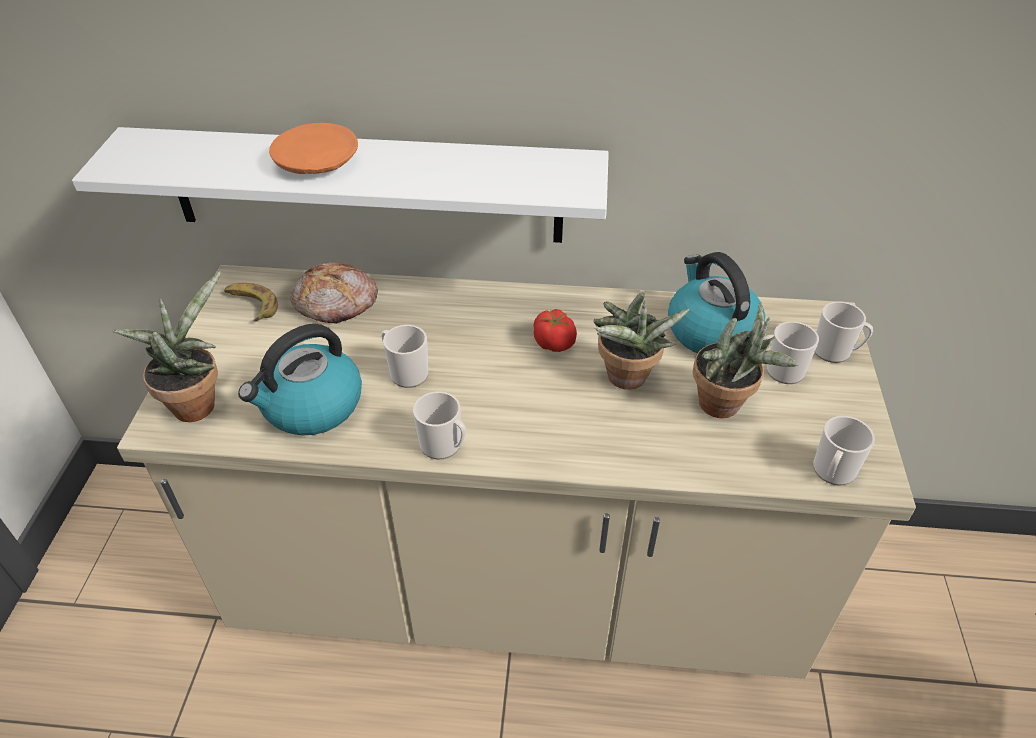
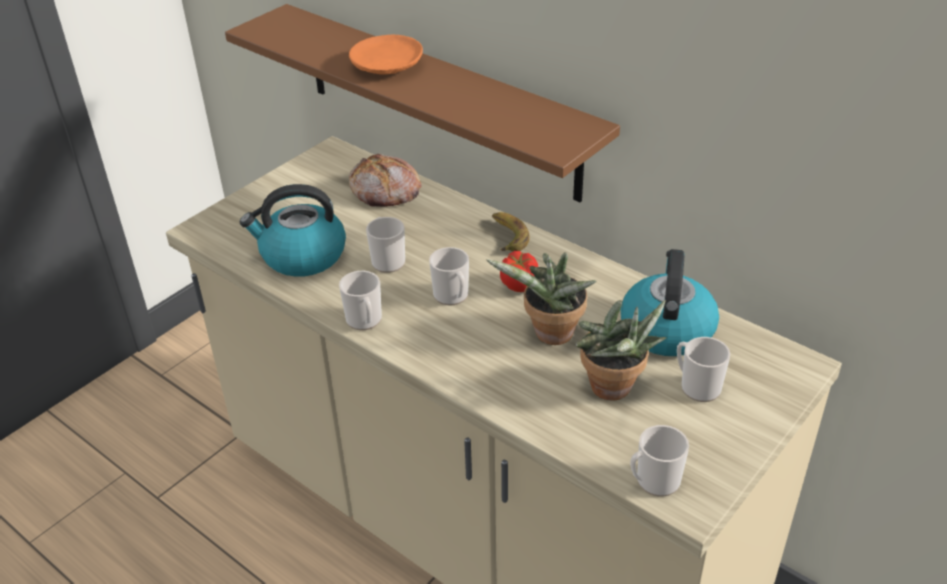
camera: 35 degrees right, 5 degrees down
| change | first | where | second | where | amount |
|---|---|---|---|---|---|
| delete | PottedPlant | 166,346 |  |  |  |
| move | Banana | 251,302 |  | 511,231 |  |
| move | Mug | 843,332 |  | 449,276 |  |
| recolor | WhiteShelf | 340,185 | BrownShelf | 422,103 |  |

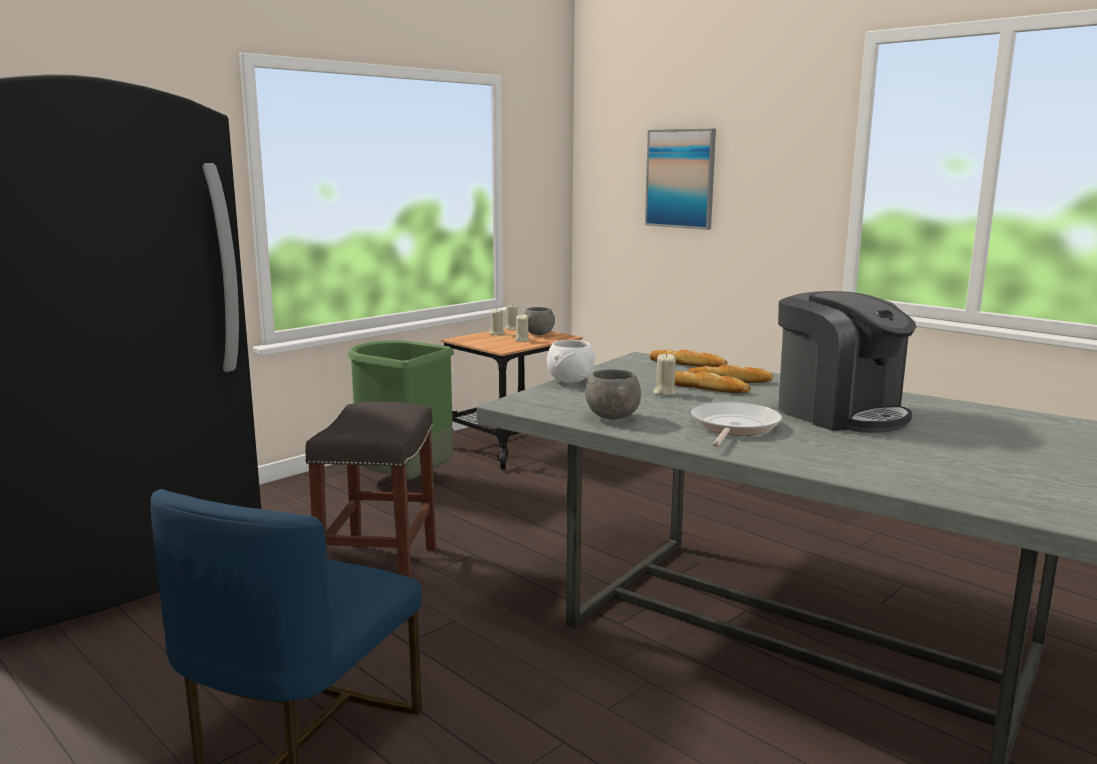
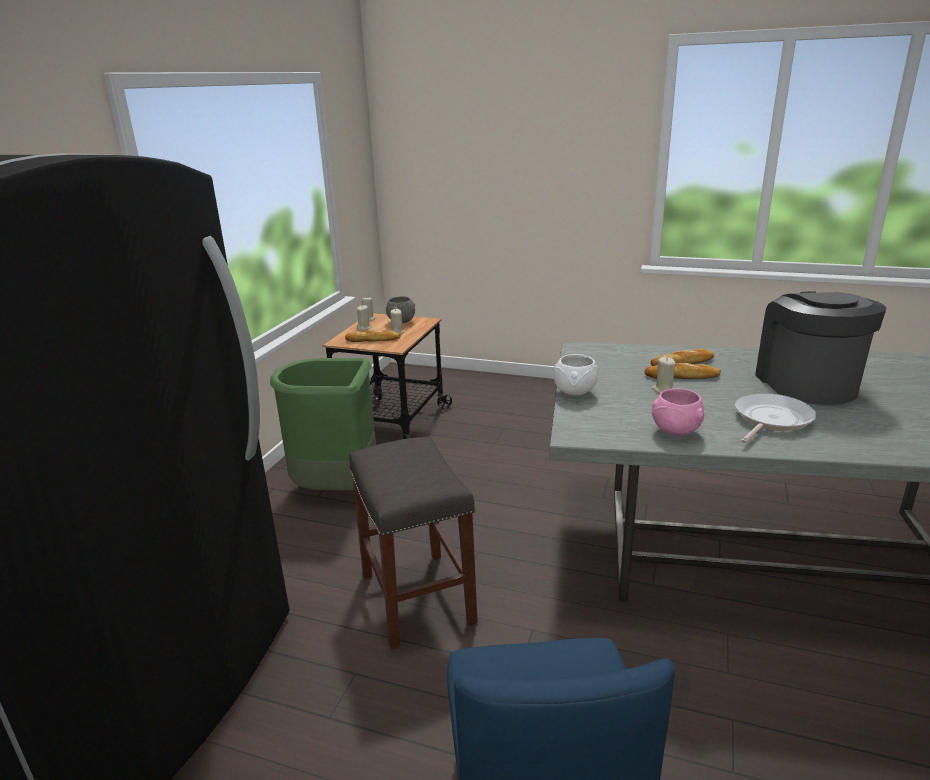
camera: 25 degrees left, 10 degrees up
| change | first | where | second | where | amount |
|---|---|---|---|---|---|
| delete | Picture | 680,179 |  |  |  |
| move | Bread | 689,358 |  | 373,336 |  |
| recolor | GreyBowl | 613,394 | PinkBowl | 677,412 |  |
| rotate | FryingPan | 736,424 |  | 775,418 | 45 degrees clockwise |
| rotate | CoffeeMachine | 847,362 |  | 821,348 | 120 degrees counterclockwise |

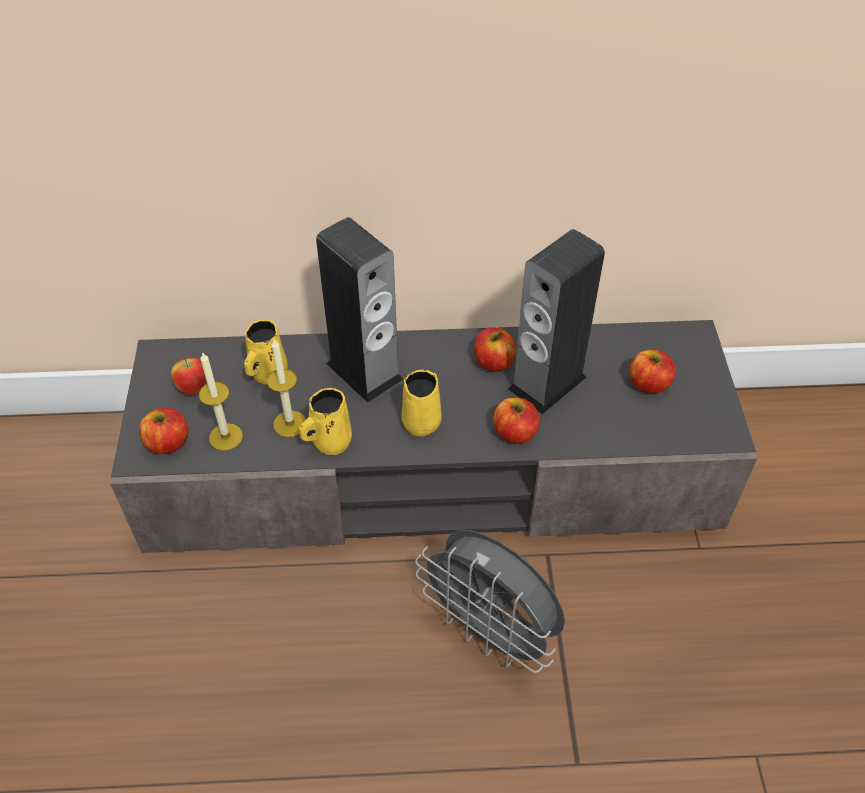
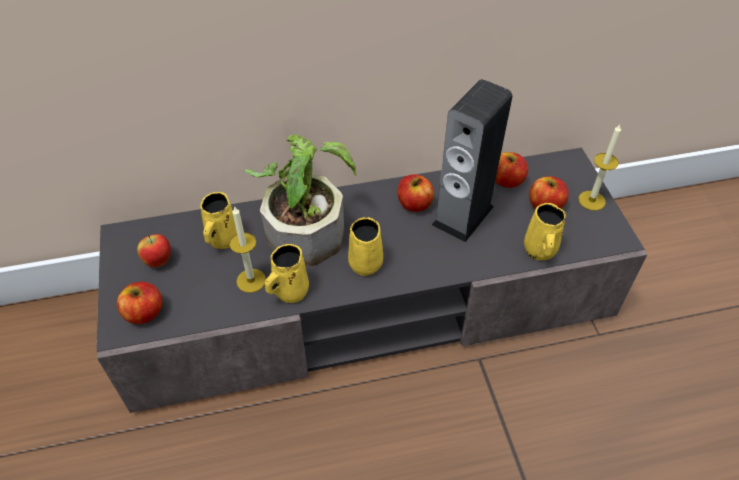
camera: 10 degrees left, 0 degrees up
| change | first | where | second | where | amount |
|---|---|---|---|---|---|
| delete | GreyFan | 490,601 |  |  |  |
| insert |  |  | YellowMug | 545,232 |  |
| move | Candle | 221,402 |  | 599,168 |  |
| move | Apple | 516,421 |  | 511,170 |  |
| replace | Speaker | 359,310 | PottedPlant | 300,200 |  |

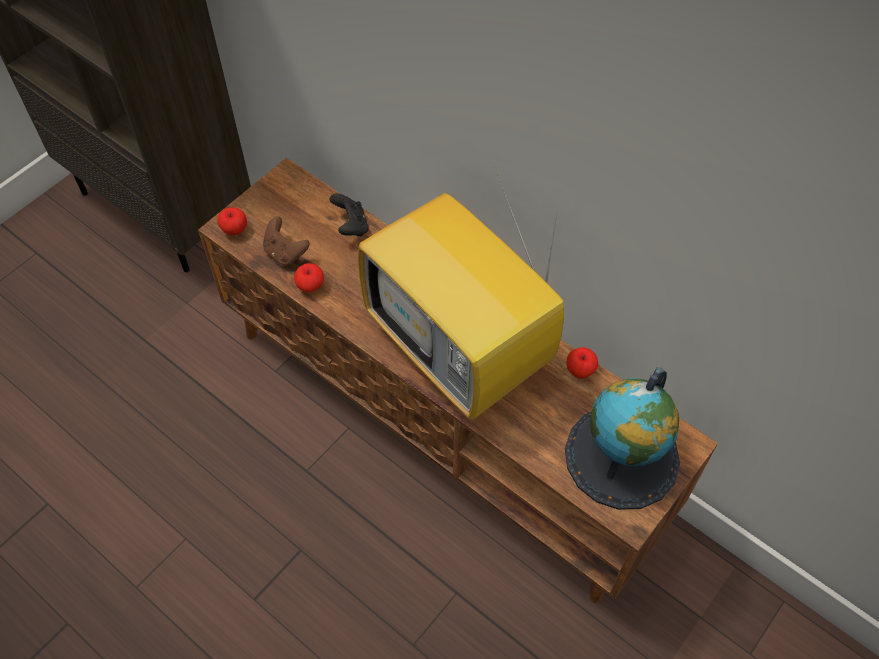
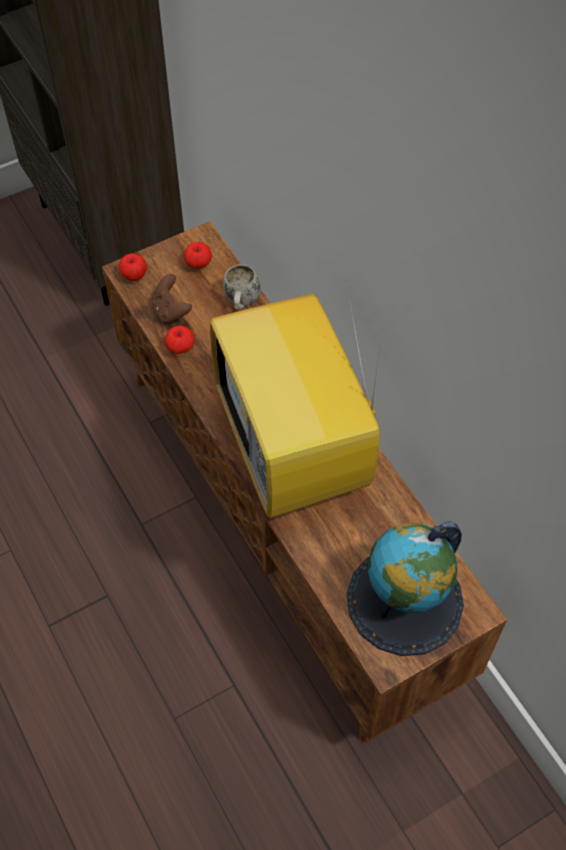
camera: 20 degrees right, 0 degrees up
| change | first | where | second | where | amount |
|---|---|---|---|---|---|
| move | Apple | 582,362 |  | 198,255 |  |
| replace | BlackGameController | 349,214 | WhiteMug | 242,287 |  |

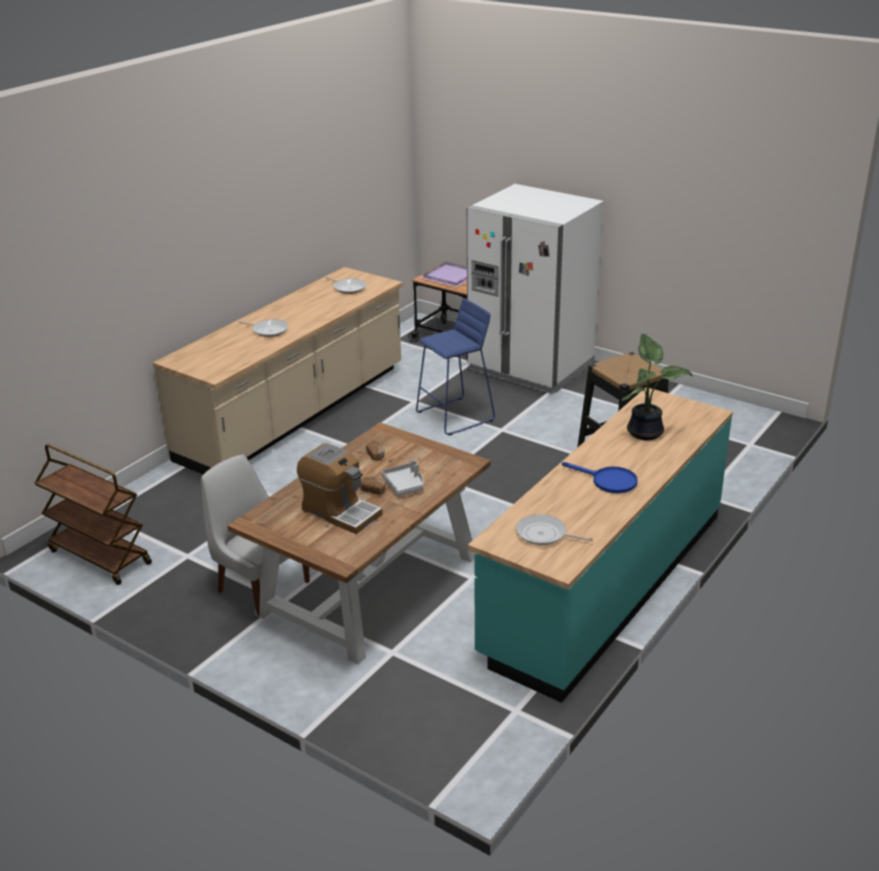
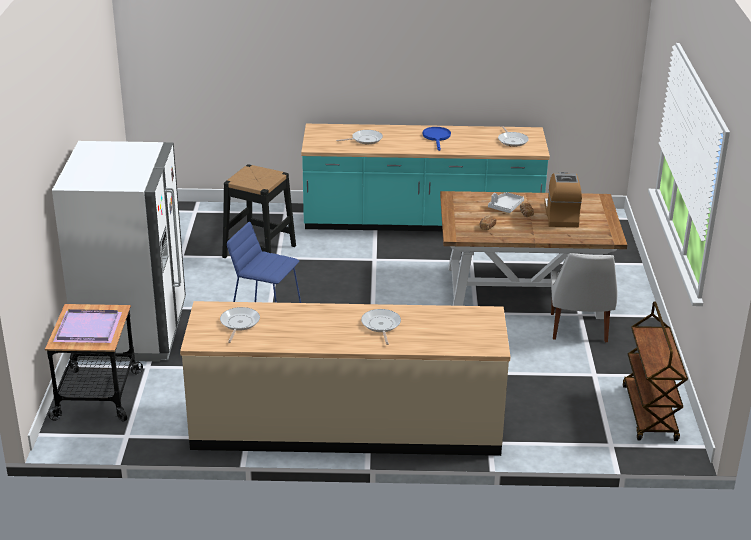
camera: 125 degrees left, 0 degrees up
| change | first | where | second | where | amount |
|---|---|---|---|---|---|
| replace | PottedPlant | 657,387 | FryingPan | 359,137 |  |

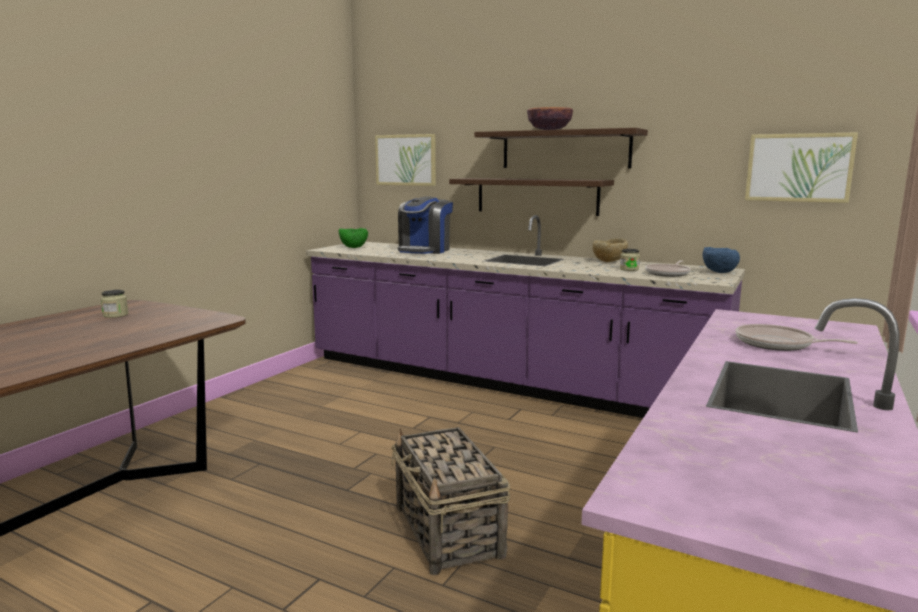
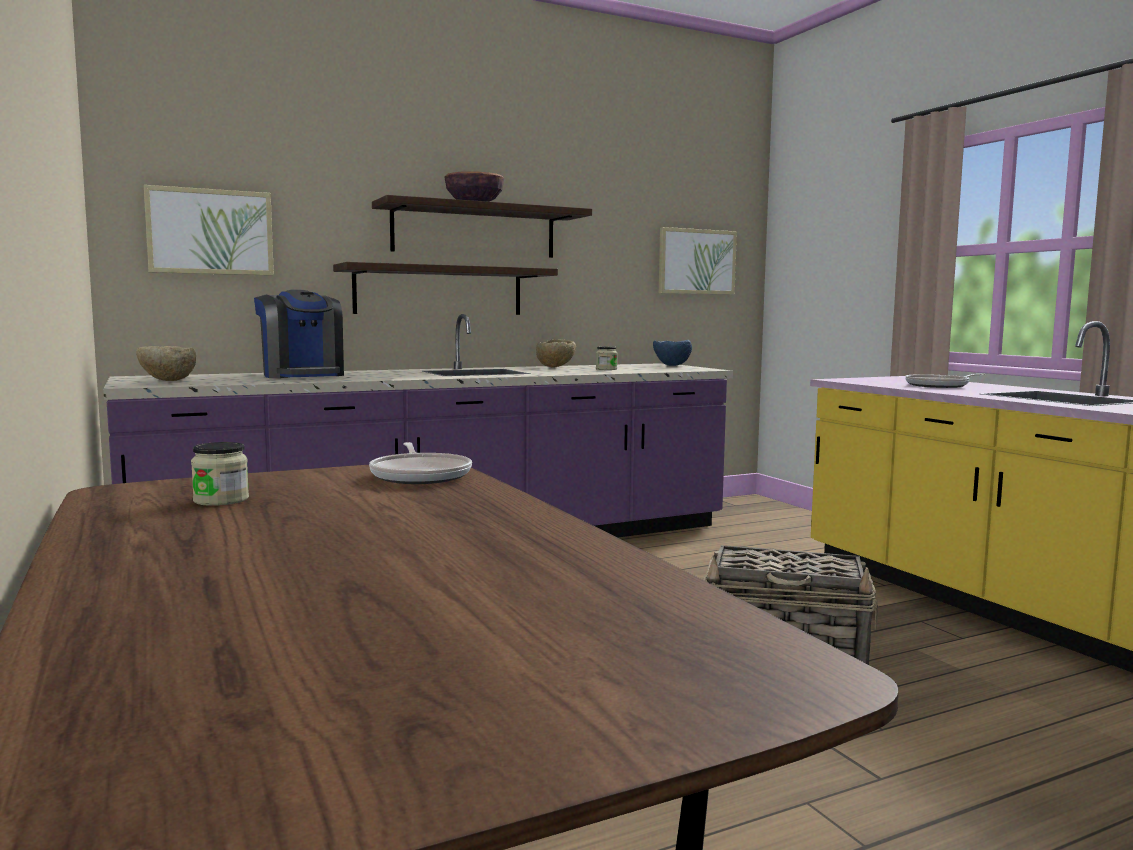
camera: 55 degrees left, 5 degrees down
| change | first | where | second | where | amount |
|---|---|---|---|---|---|
| move | FryingPan | 668,268 |  | 420,463 |  |
| recolor | GreenBowl | 353,238 | BeigeBowl | 166,363 |  |

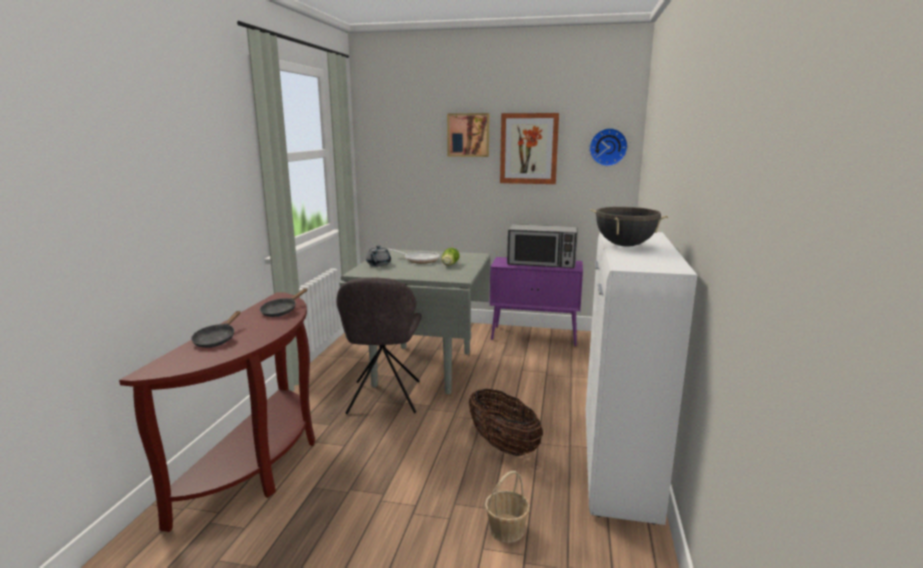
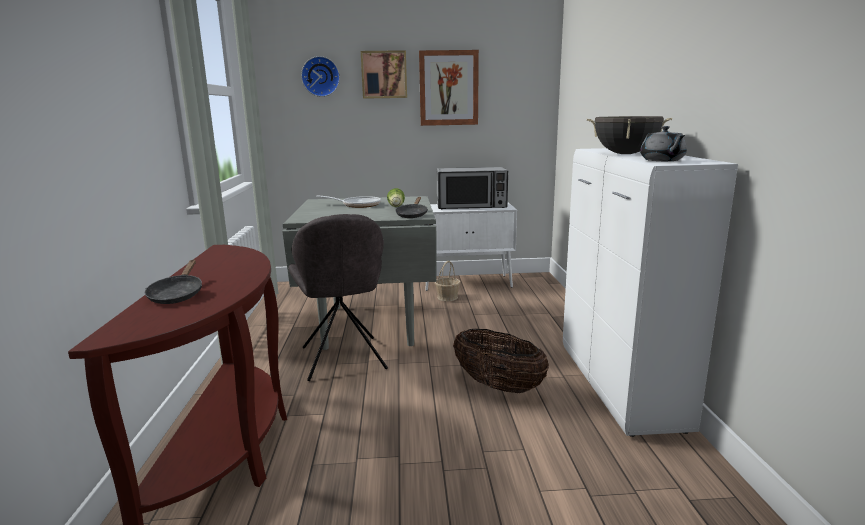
camera: 15 degrees left, 0 degrees up
| change | first | where | second | where | amount |
|---|---|---|---|---|---|
| move | BlackFryingPan | 283,302 |  | 412,207 |  |
| move | GreyTeapot | 378,256 |  | 663,143 |  |
| move | Basket | 507,507 |  | 447,281 |  |
| move | WallClock | 608,147 |  | 320,76 |  |
| recolor | PurpleCabinet | 536,302 | WhiteCabinet | 471,247 |  |

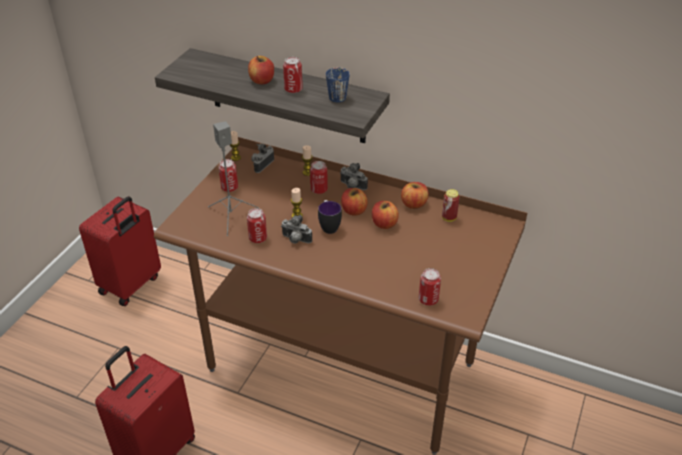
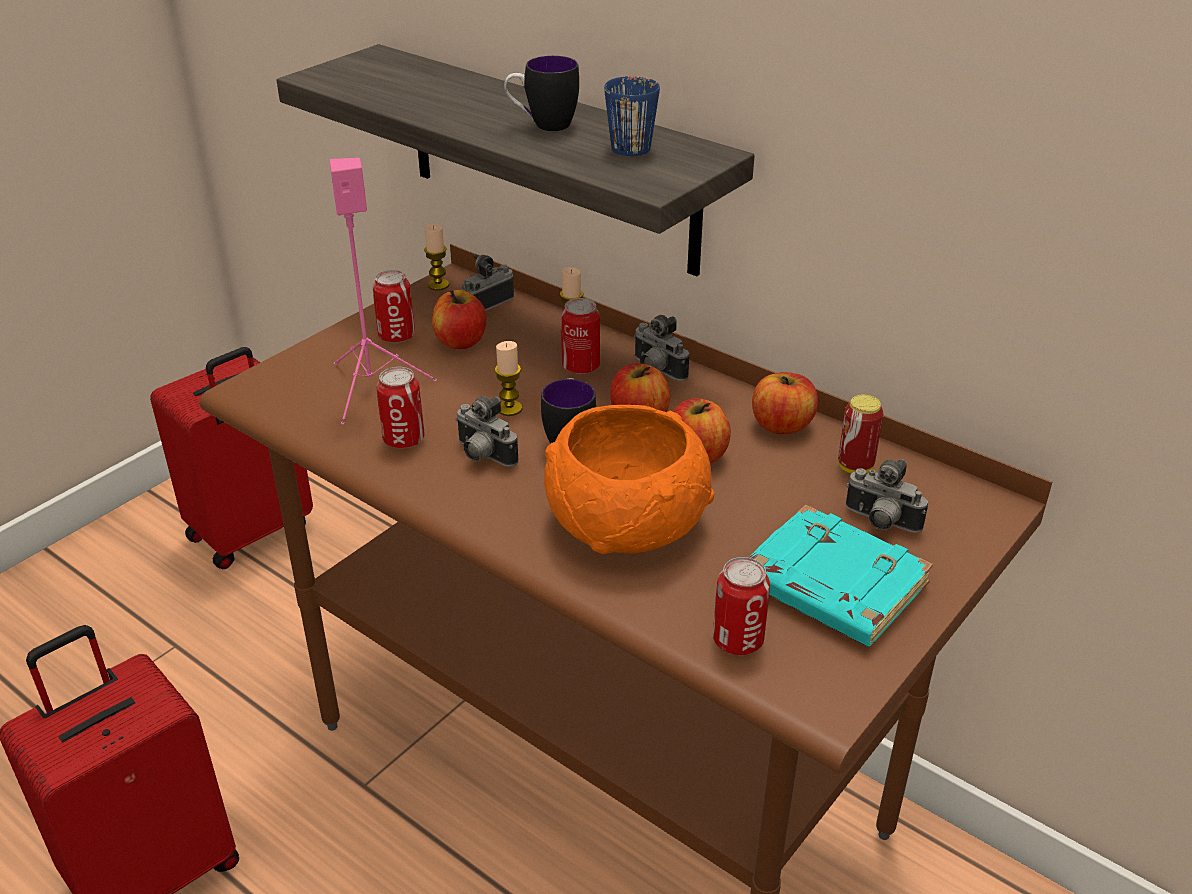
camera: 15 degrees right, 5 degrees down
| change | first | where | second | where | amount |
|---|---|---|---|---|---|
| insert |  |  | OrangeBowl | 629,479 |  |
| insert |  |  | TurquoiseBook | 840,576 |  |
| insert |  |  | PhotoCamera | 887,496 |  |
| move | Apple | 261,70 |  | 459,319 |  |
| replace | Can | 293,75 | Mug | 541,93 |  |
| recolor | GreySpeaker | 233,178 | PinkSpeaker | 383,291 |  |

